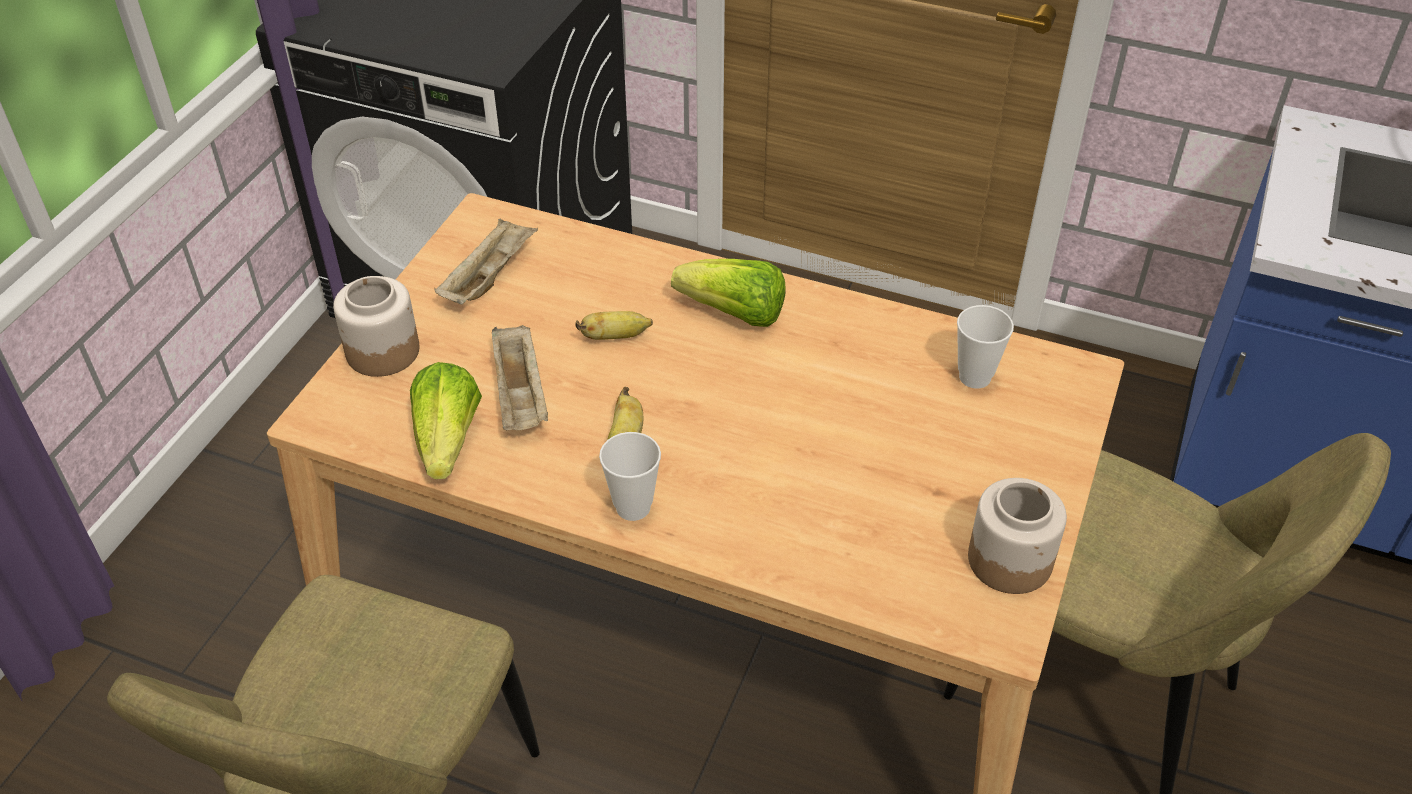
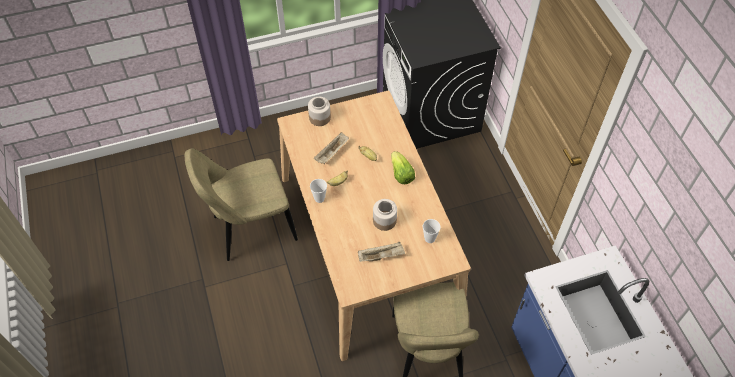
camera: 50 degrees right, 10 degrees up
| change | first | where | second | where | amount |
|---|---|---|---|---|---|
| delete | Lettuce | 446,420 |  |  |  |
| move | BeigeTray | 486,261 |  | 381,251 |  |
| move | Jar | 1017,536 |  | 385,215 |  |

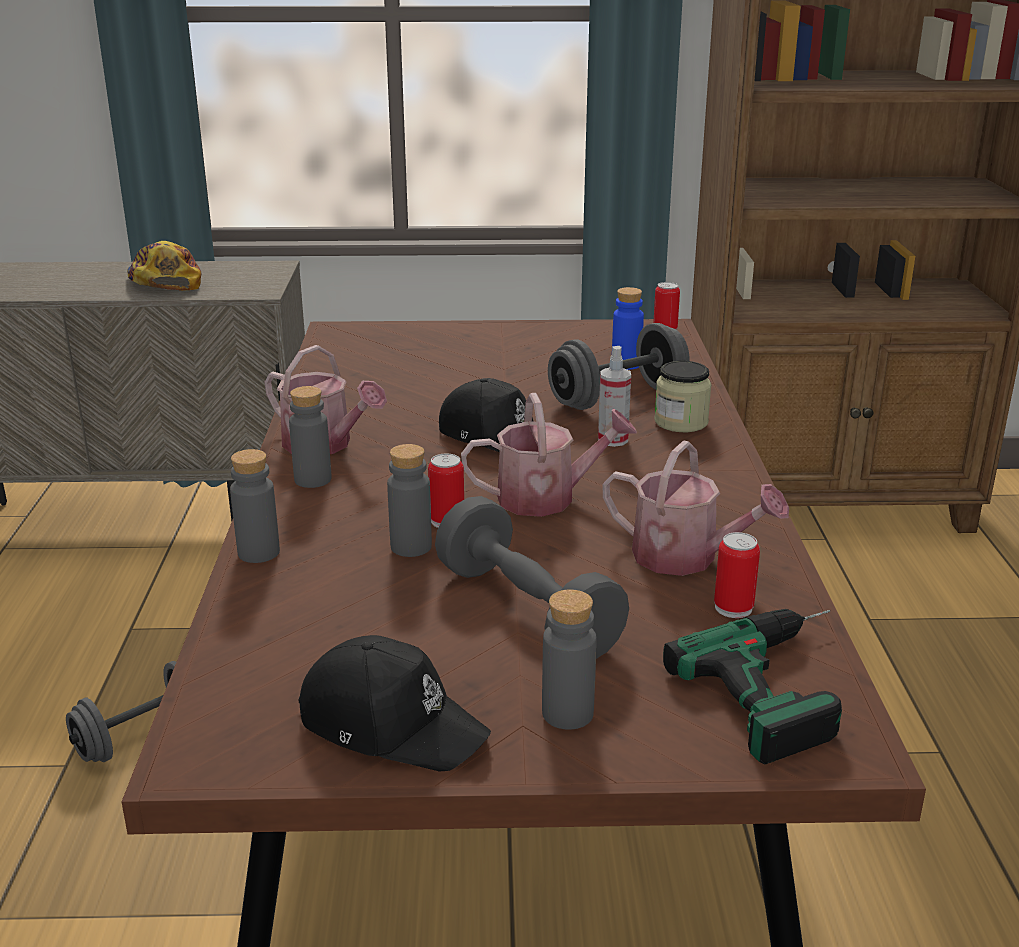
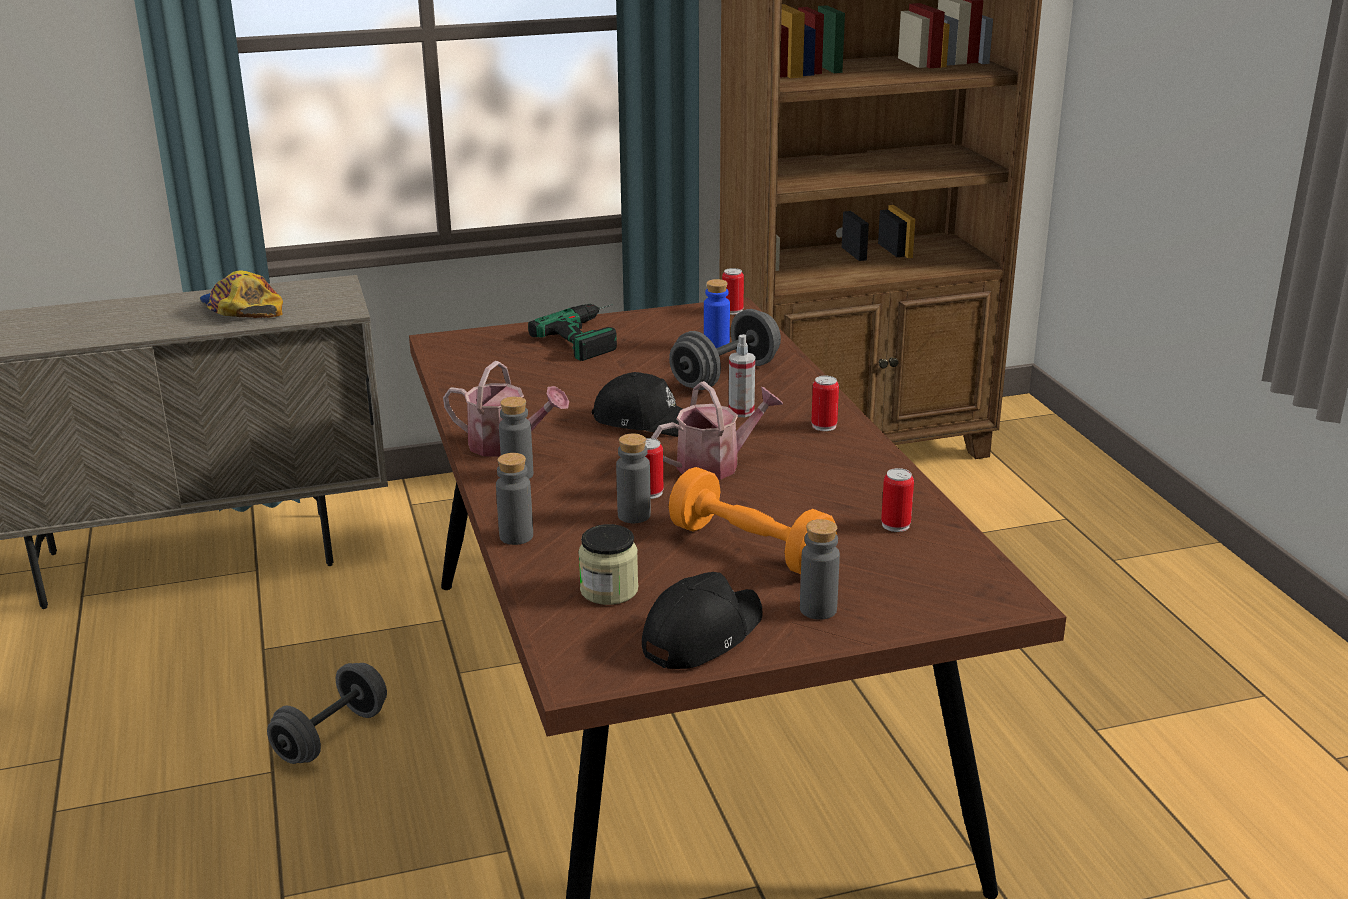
camera: 15 degrees left, 0 degrees up
| change | first | where | second | where | amount |
|---|---|---|---|---|---|
| delete | WateringCan | 695,508 |  |  |  |
| insert |  |  | Can | 825,403 |  |
| move | Jar | 683,396 |  | 608,564 |  |
| move | PowerDrill | 752,686 |  | 572,332 |  |
| recolor | GreyDumbbell | 532,577 | OrangeDumbbell | 753,520 |  |
| rotate | BlackCap | 395,703 |  | 702,620 | 60 degrees counterclockwise |

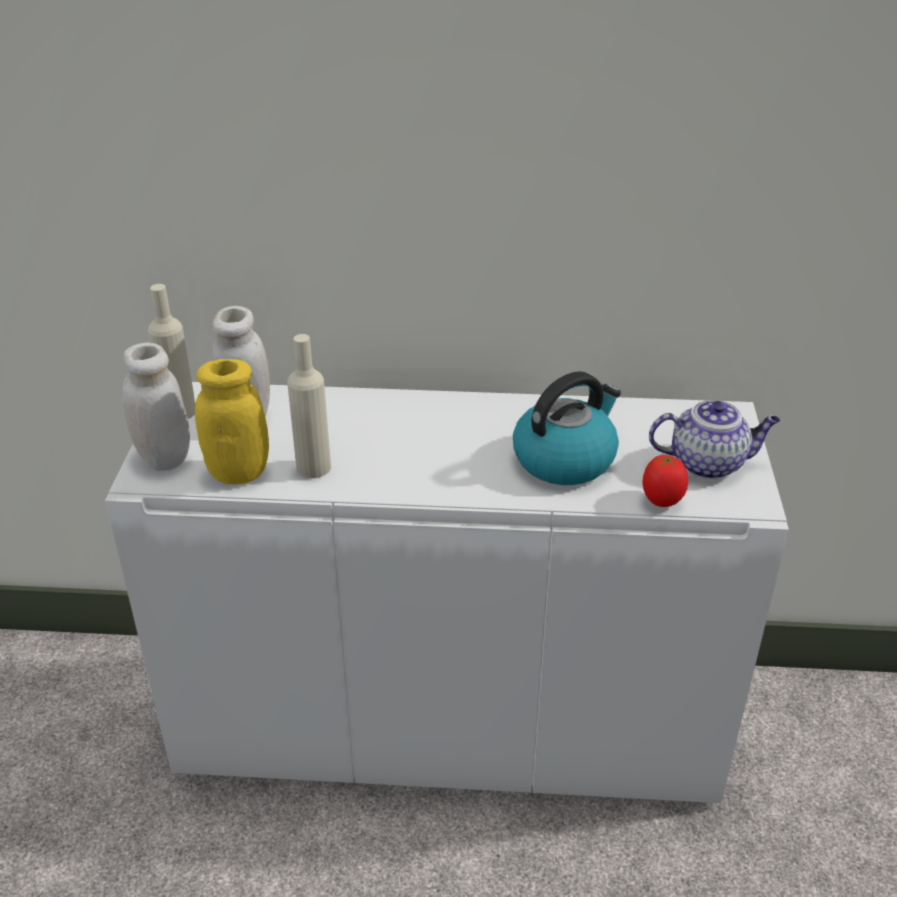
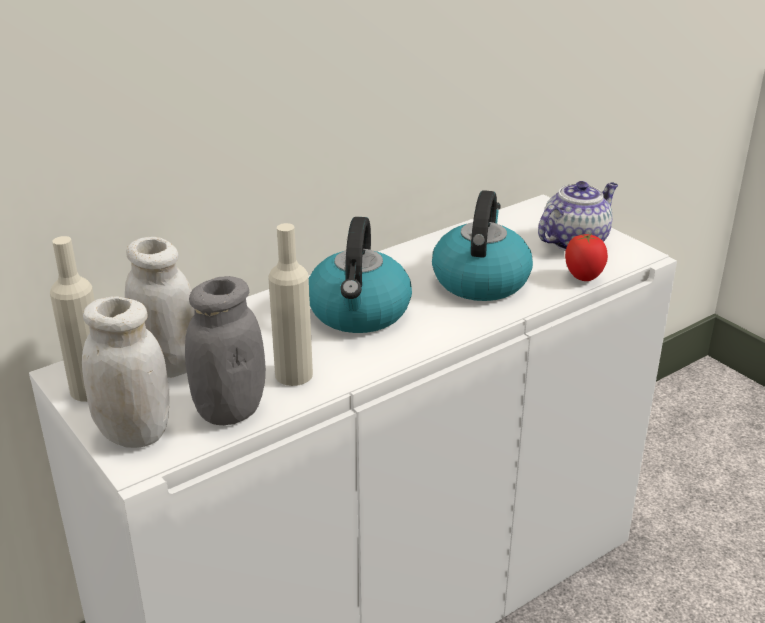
camera: 40 degrees left, 5 degrees down
| change | first | where | second | where | amount |
|---|---|---|---|---|---|
| insert |  |  | Kettle | 360,275 |  |
| recolor | YellowJar | 232,421 | GreyJar | 225,350 |  |

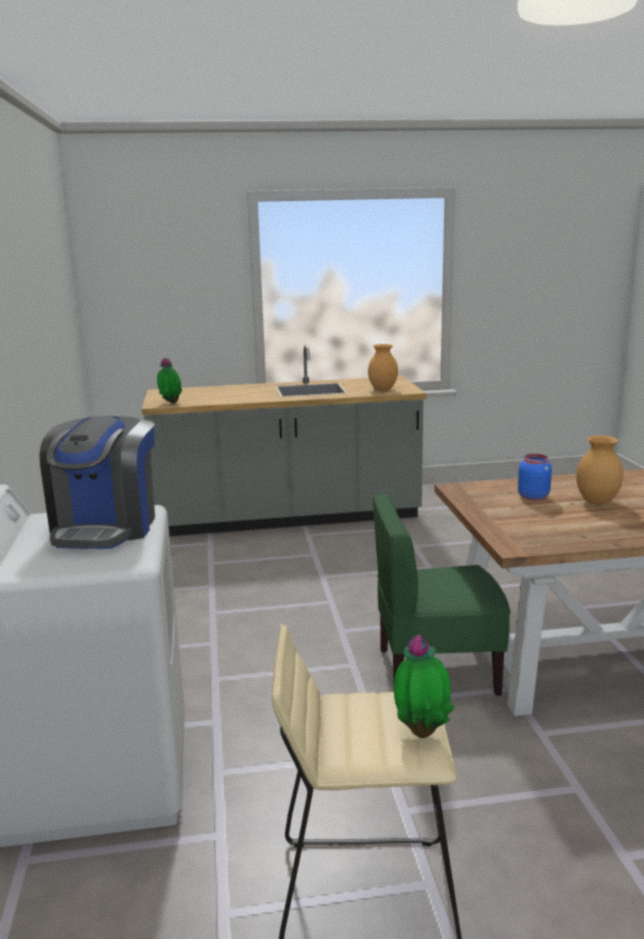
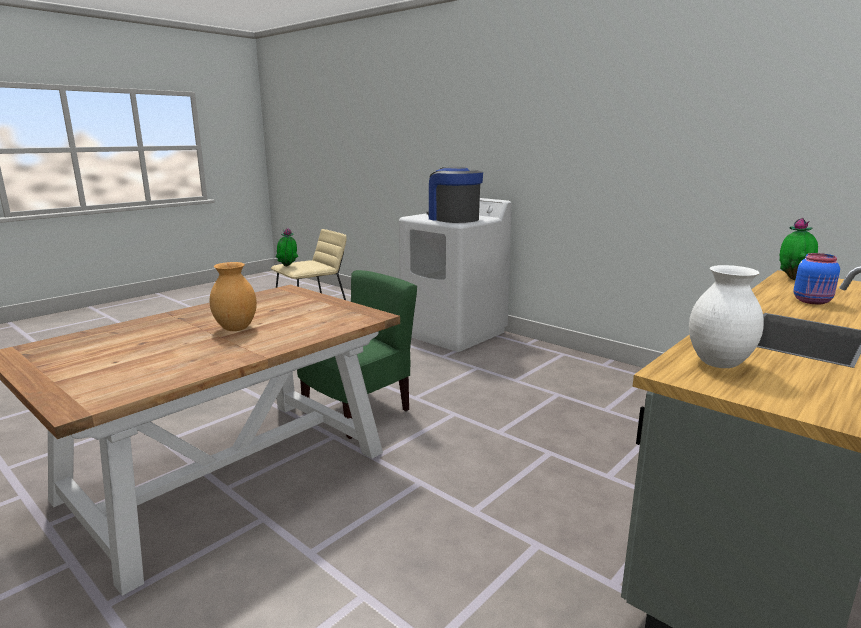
camera: 140 degrees right, 0 degrees up
| change | first | where | second | where | amount |
|---|---|---|---|---|---|
| move | BlueJar | 535,477 |  | 817,279 |  |
| recolor | BrownVase | 383,367 | WhiteVase | 726,316 |  |

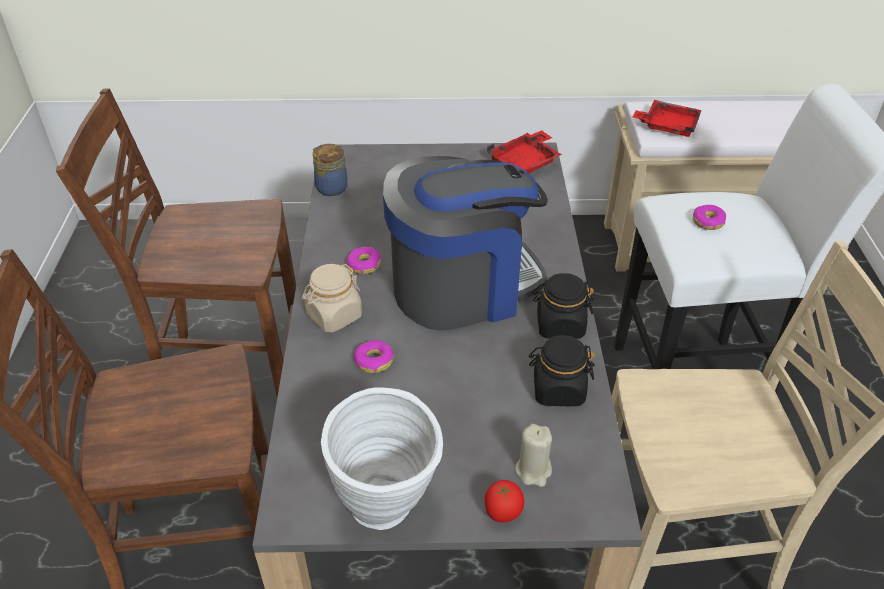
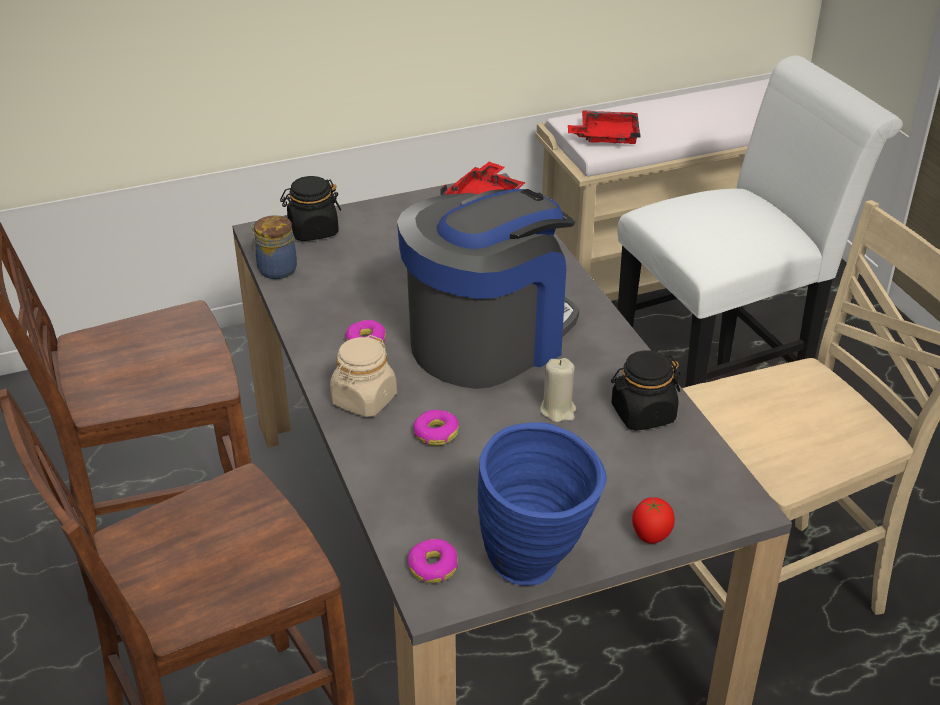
camera: 20 degrees left, 5 degrees down
| change | first | where | second | where | amount |
|---|---|---|---|---|---|
| move | BeigeCandle | 533,455 |  | 558,390 |  |
| move | BlackJar | 563,306 |  | 310,208 |  |
| move | Donut | 709,217 |  | 433,561 |  |
| recolor | WhiteVase | 382,458 | BlueVase | 542,504 |  |

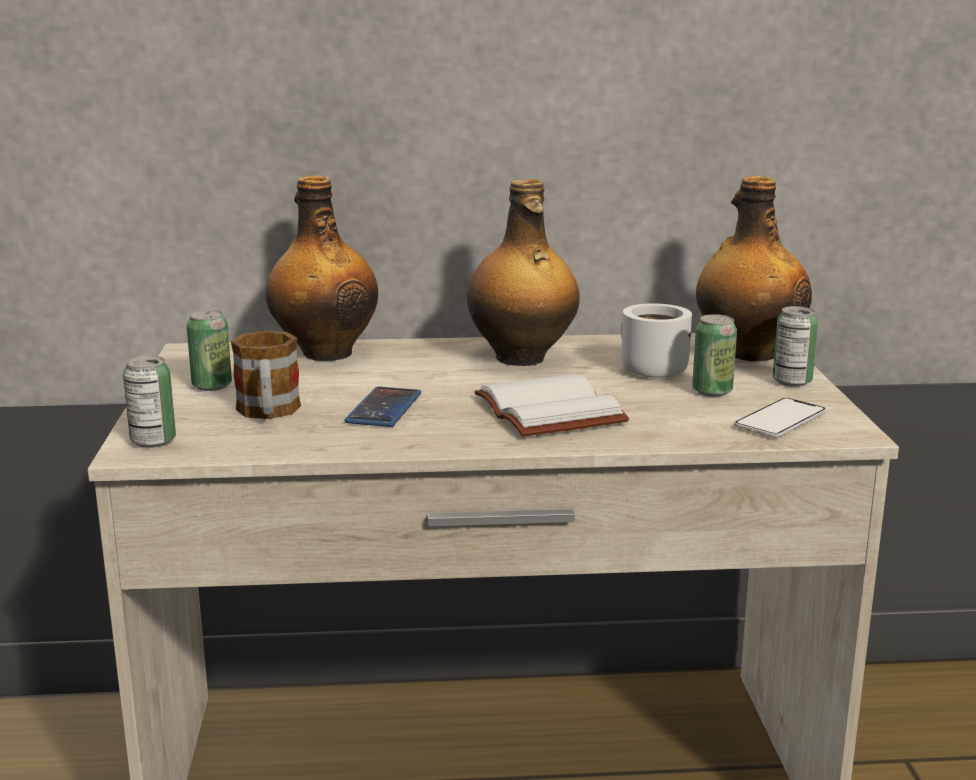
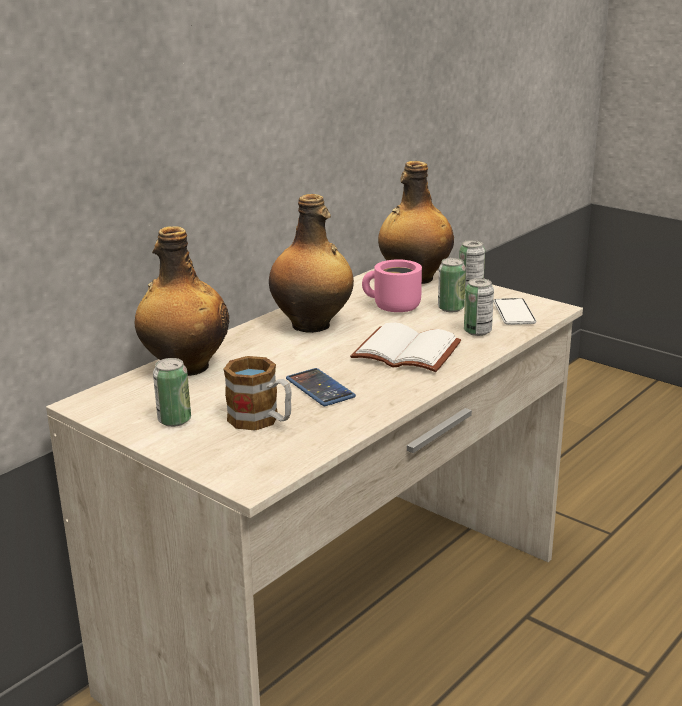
camera: 45 degrees left, 5 degrees up
| change | first | where | second | where | amount |
|---|---|---|---|---|---|
| move | Can | 149,401 |  | 479,307 |  |
| recolor | WhiteMug | 656,340 | PinkMug | 392,285 |  |

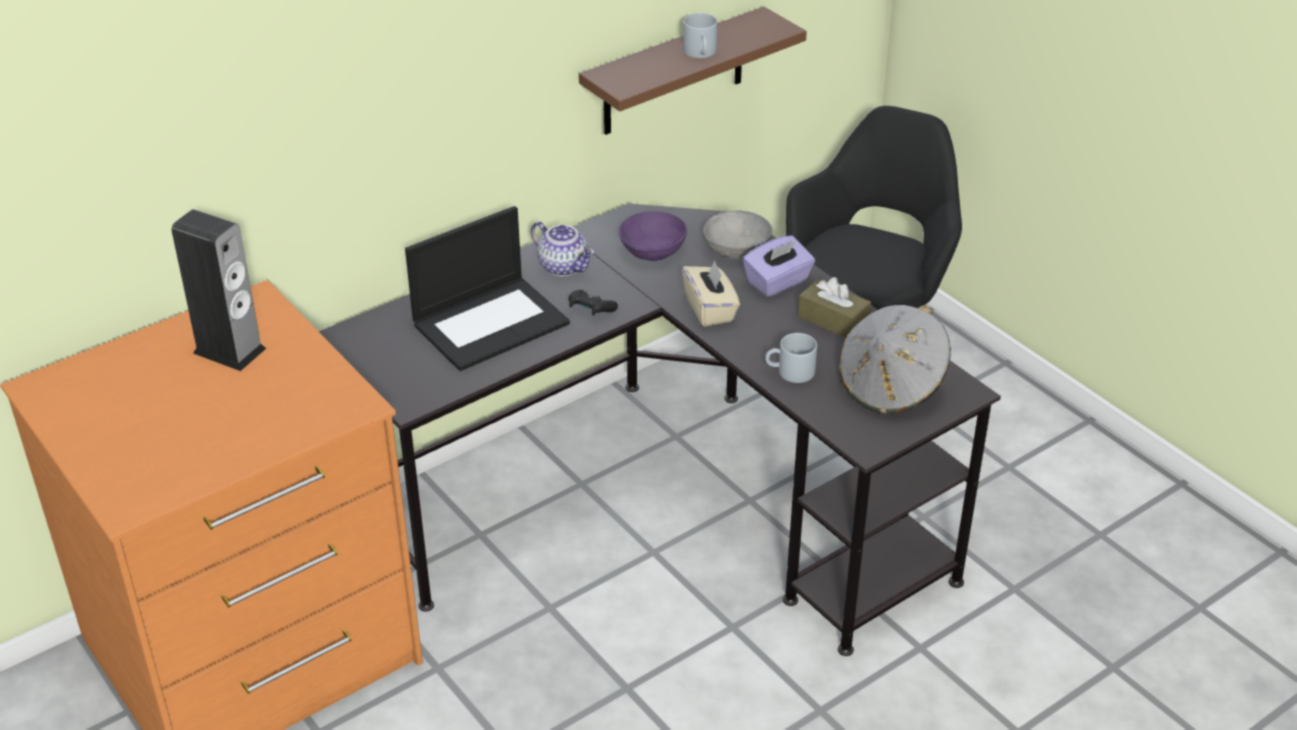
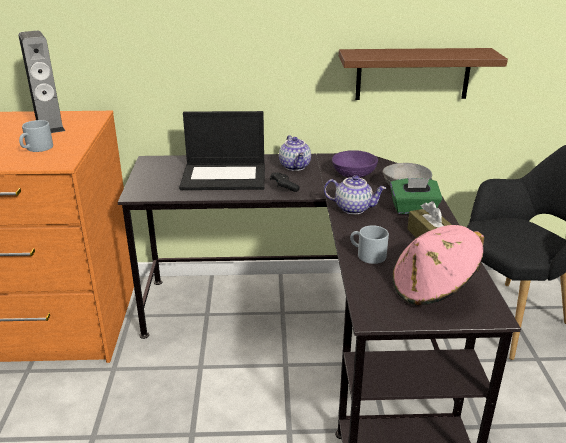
camera: 35 degrees right, 10 degrees down
| change | first | where | second | where | amount |
|---|---|---|---|---|---|
| move | GreyMug | 700,35 |  | 36,136 |  |
| replace | BeigeTissueBox | 711,293 | Teapot | 355,195 |  |
| recolor | PurpleTissueBox | 779,266 | GreenTissueBox | 416,196 |  |
| recolor | GreyHat | 895,360 | PinkHat | 438,265 |  |

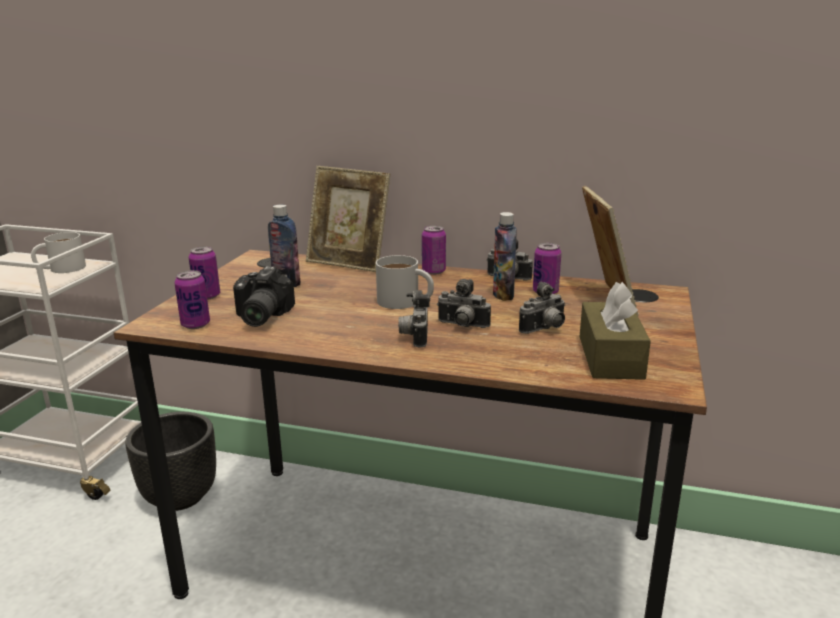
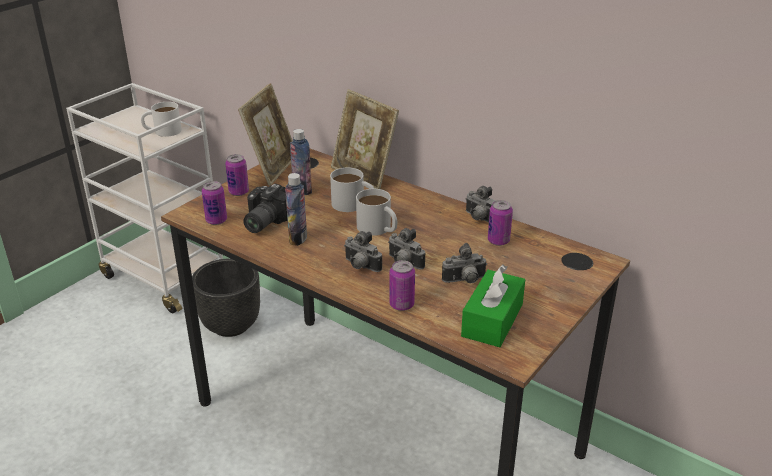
camera: 20 degrees right, 10 degrees up
| change | first | where | second | where | amount |
|---|---|---|---|---|---|
| insert |  |  | WhiteMug | 352,190 |  |
| move | Can | 434,250 |  | 402,285 |  |
| move | Bottle | 505,256 |  | 296,209 |  |
| move | PictureFrame | 610,251 |  | 265,134 |  |
| recolor | BrownTissueBox | 615,331 | GreenTissueBox | 493,305 |  |
| rotate | PhotoCamera | 414,319 |  | 363,251 | 75 degrees counterclockwise |

